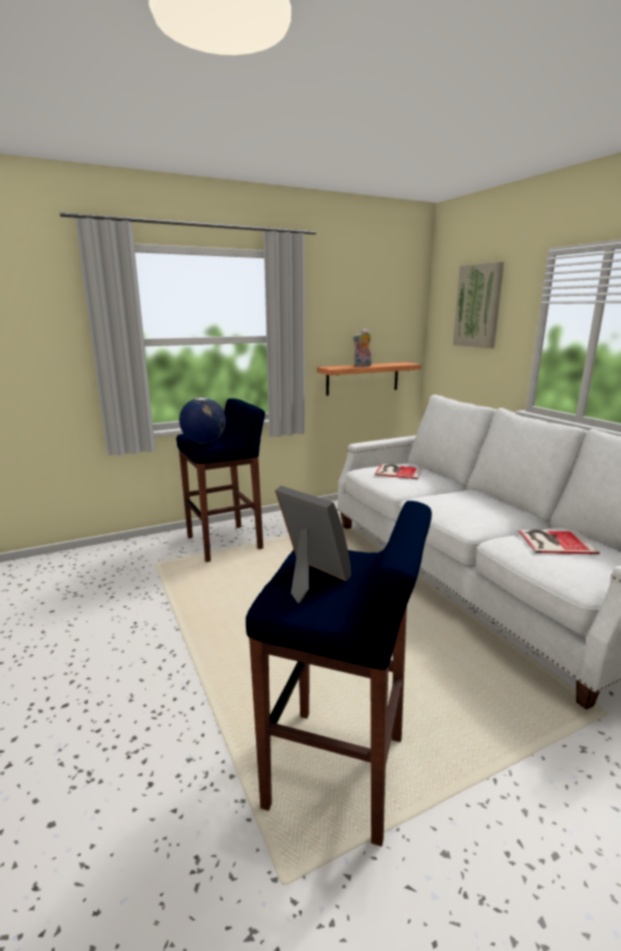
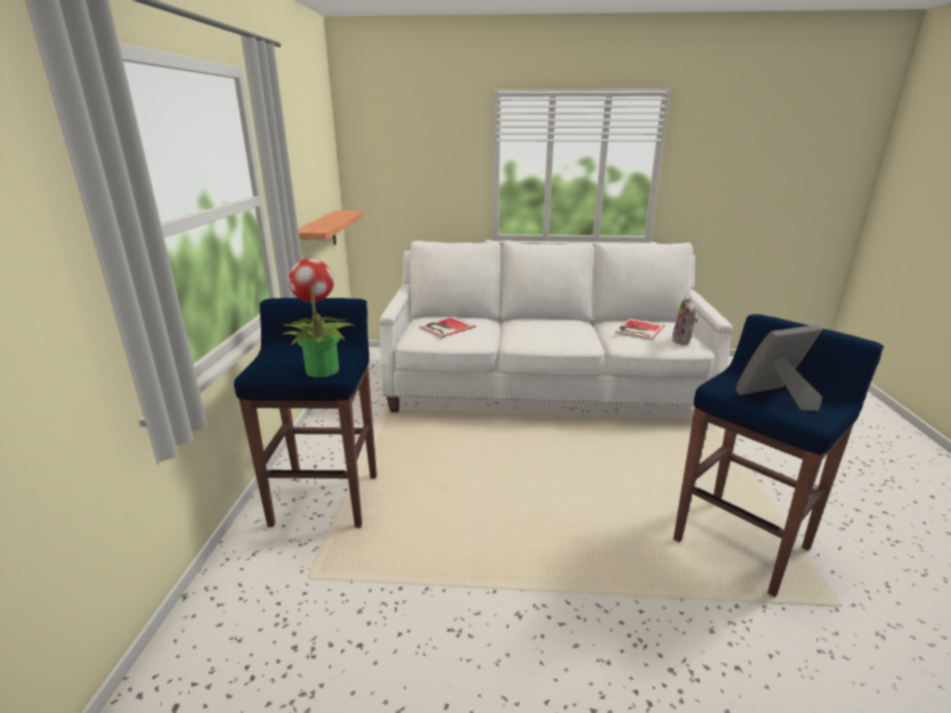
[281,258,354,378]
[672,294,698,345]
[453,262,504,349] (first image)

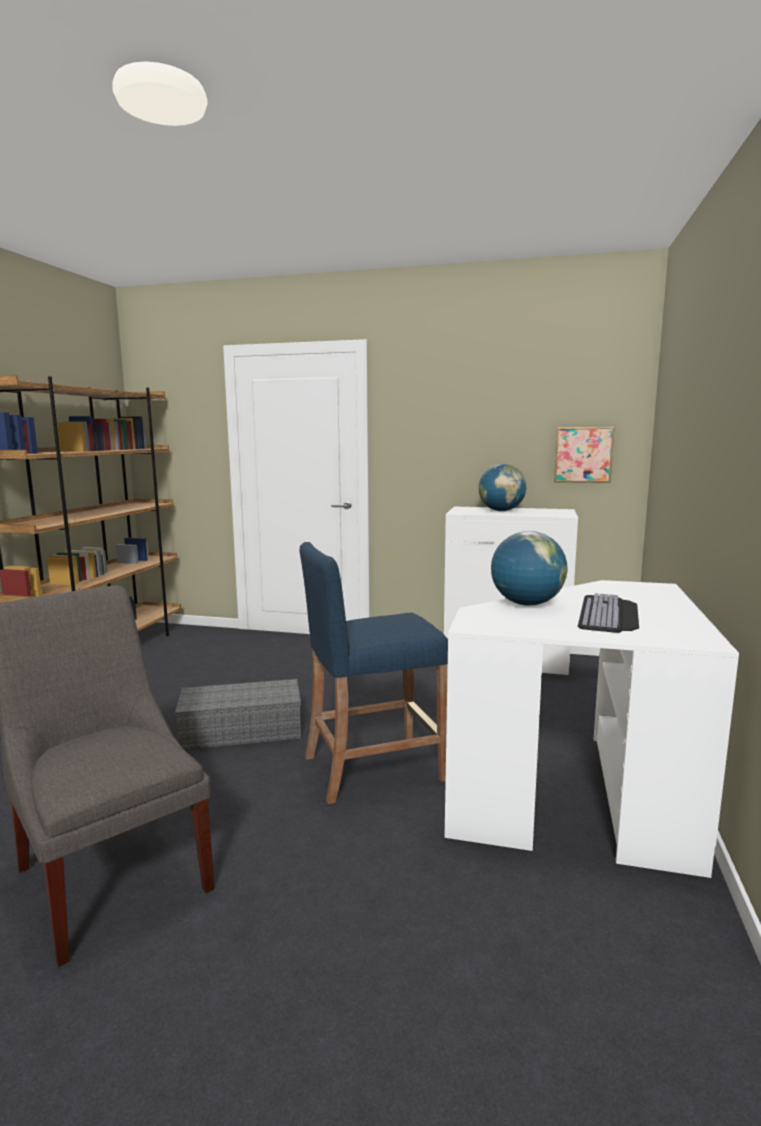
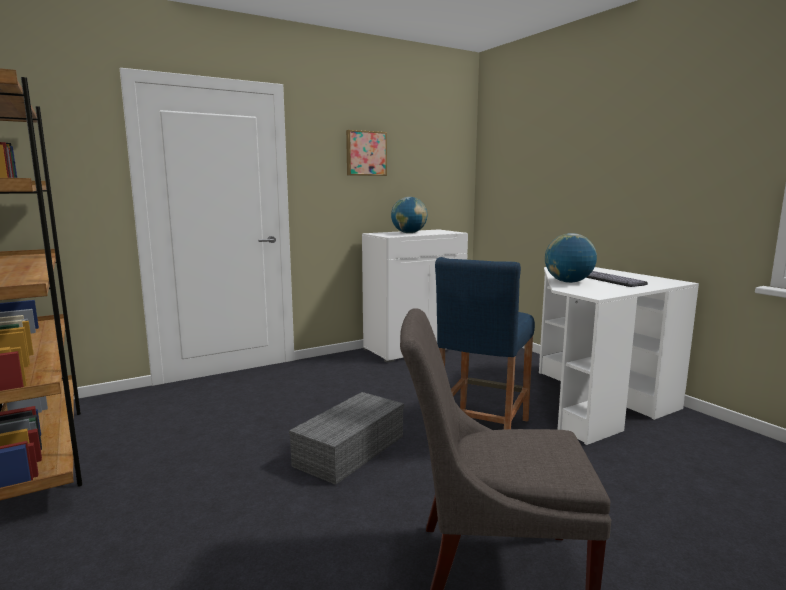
[346,130,387,176]

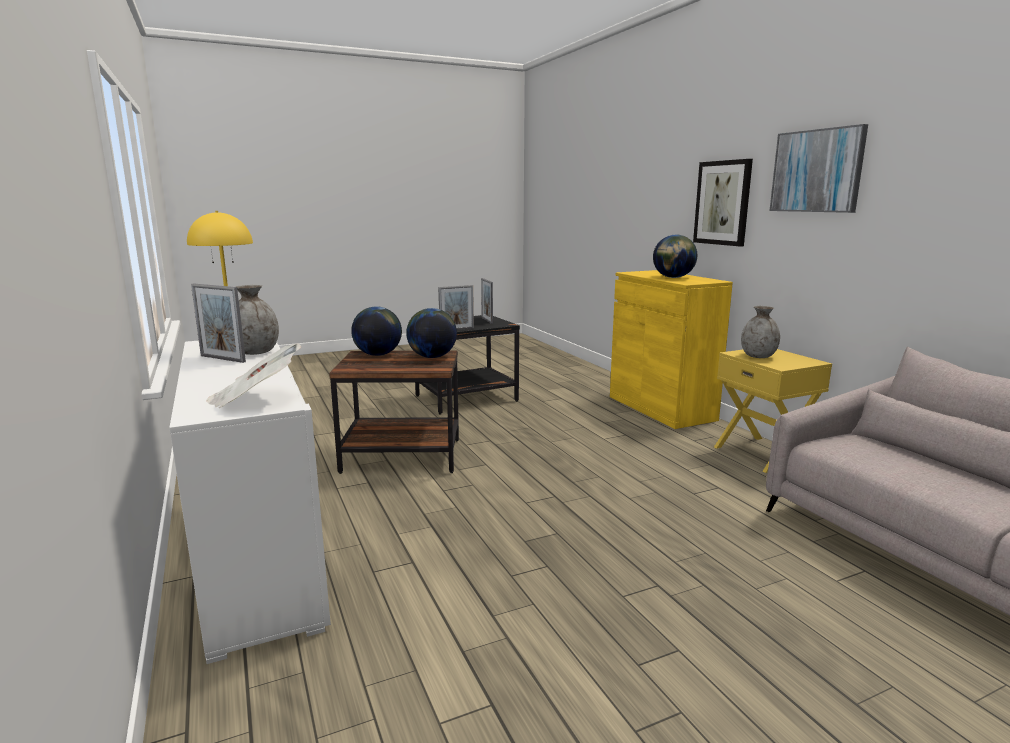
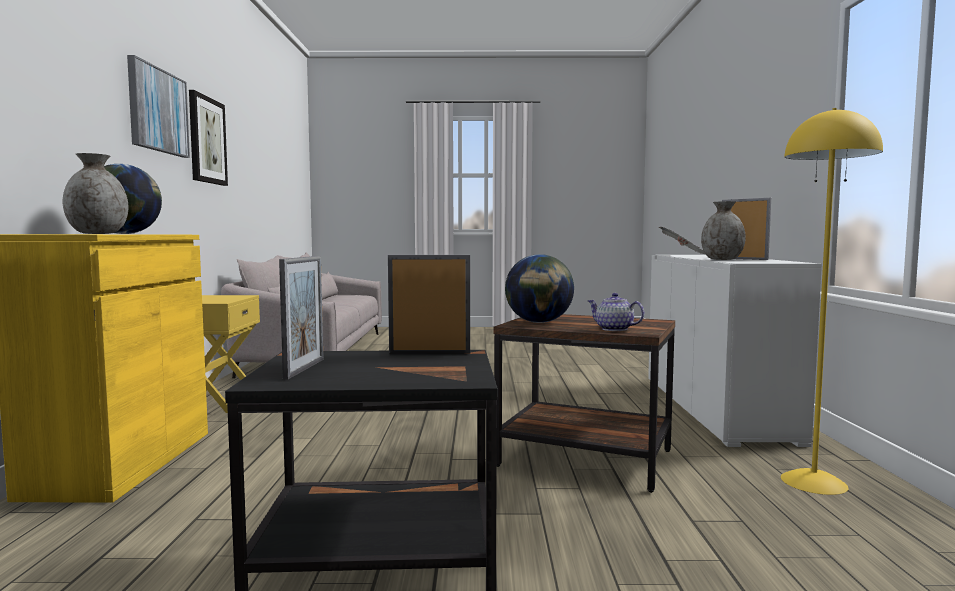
[63,153,128,234]
[189,90,228,186]
[588,293,645,331]

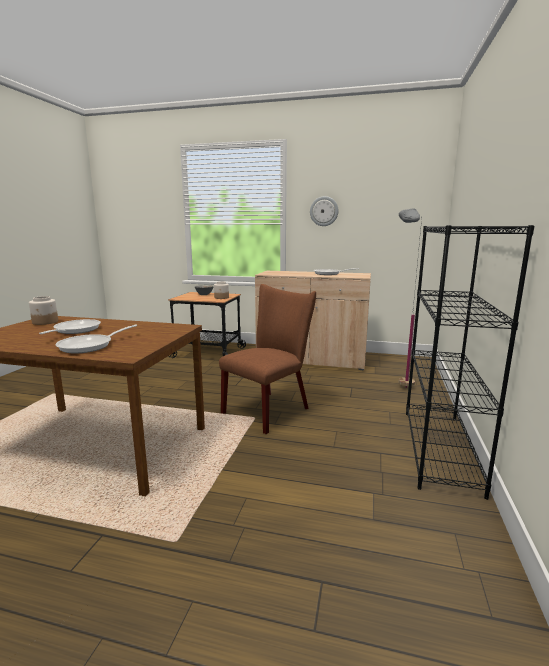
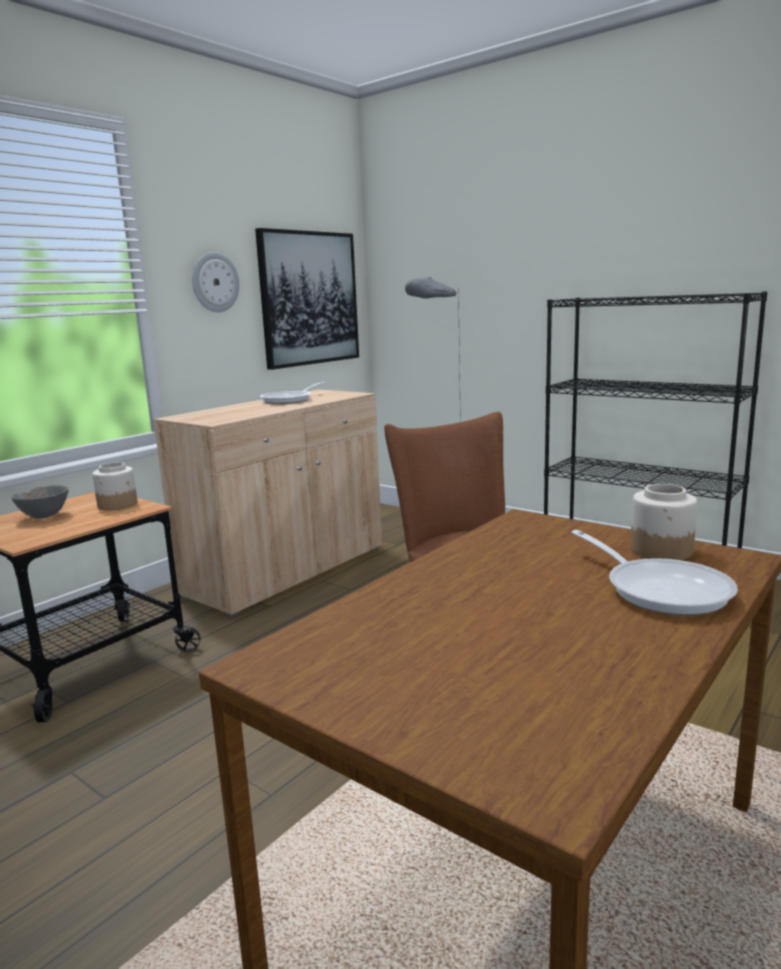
[255,228,359,370]
[630,484,697,560]
[39,319,101,334] (first image)

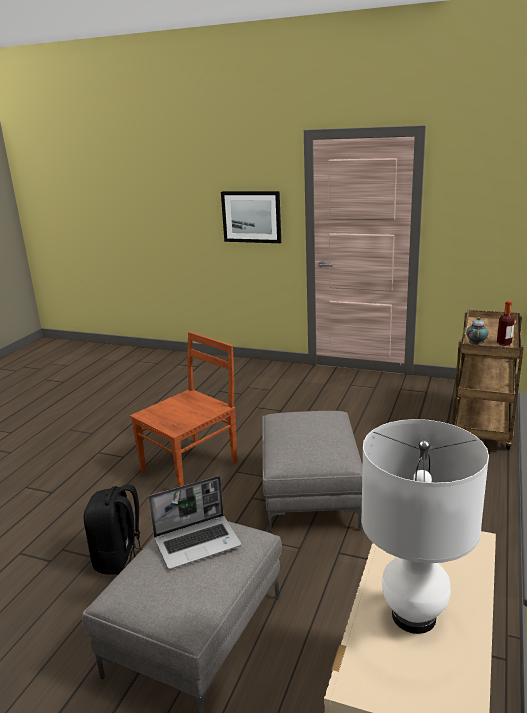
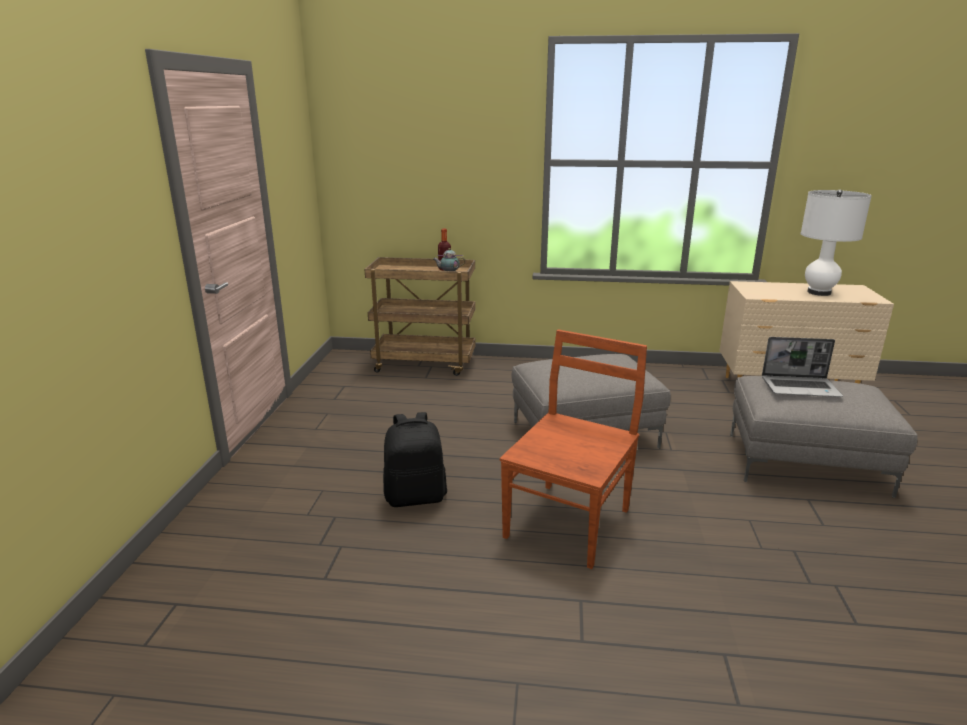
[383,412,447,507]
[500,329,647,569]
[762,337,843,397]
[221,191,281,243] (first image)

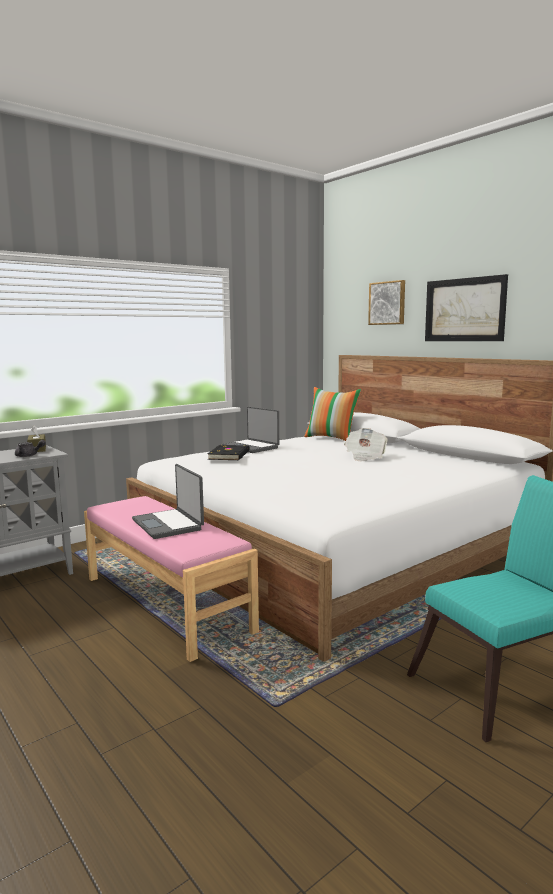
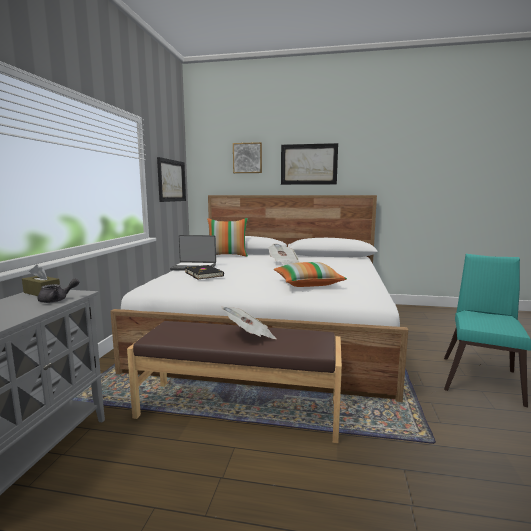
[127,321,342,443]
[157,157,186,202]
[222,307,277,339]
[274,262,347,287]

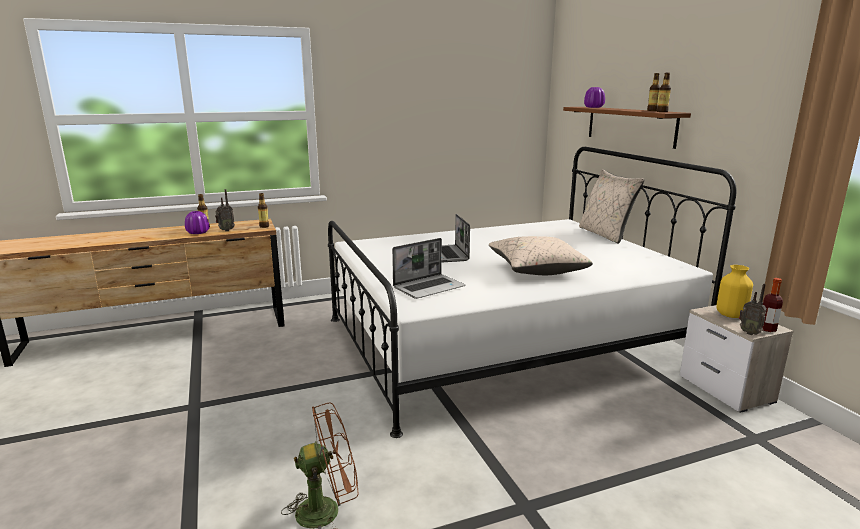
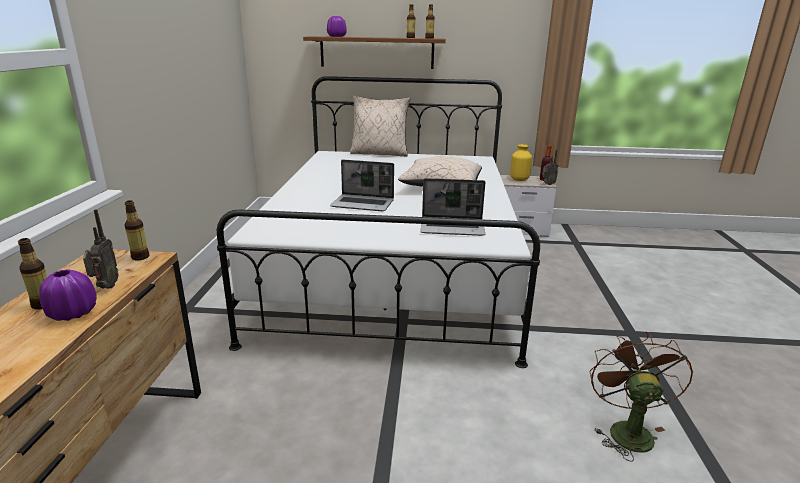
[420,178,485,236]

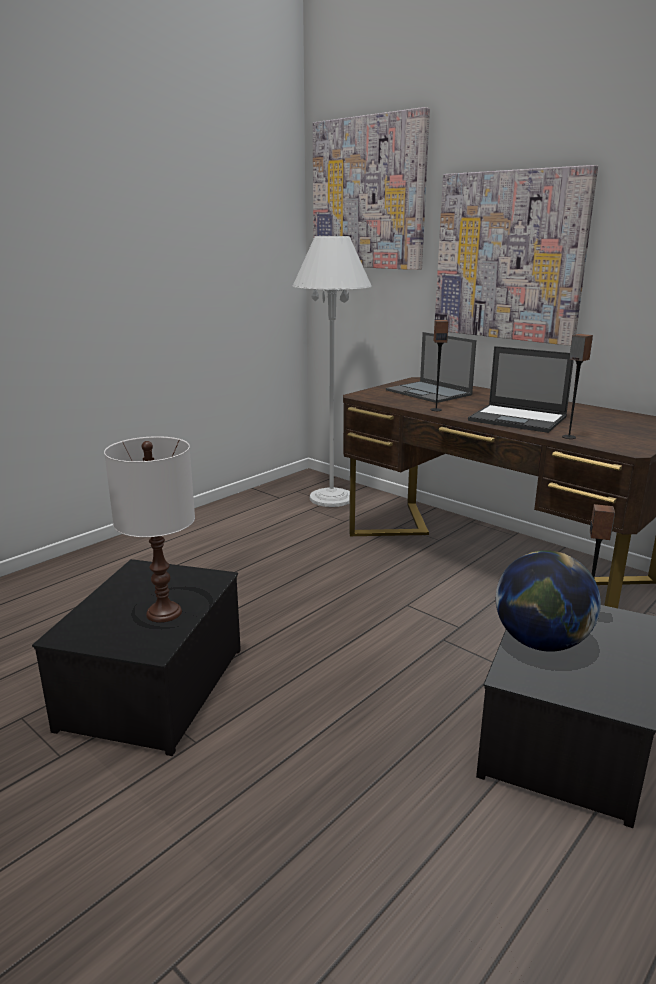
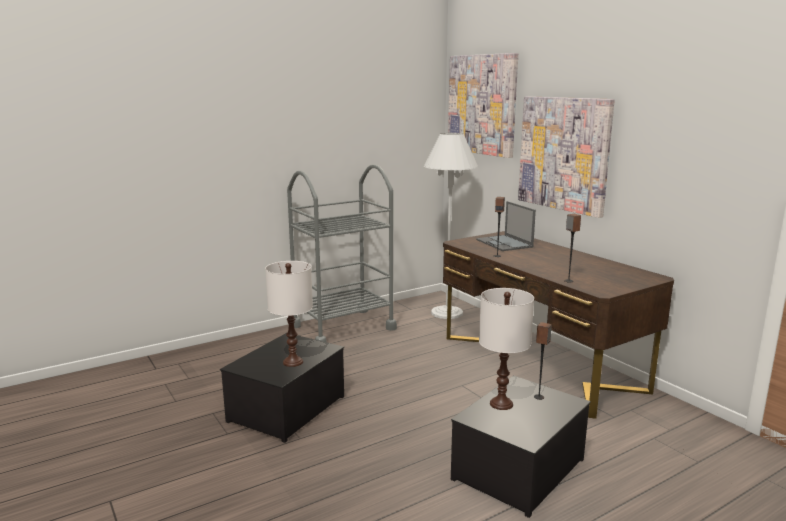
[287,164,397,342]
[479,288,534,410]
[468,346,574,433] (first image)

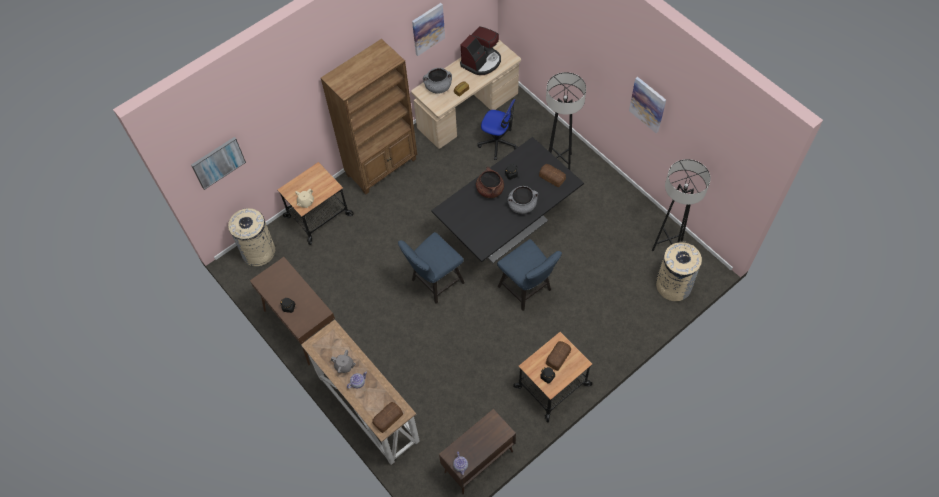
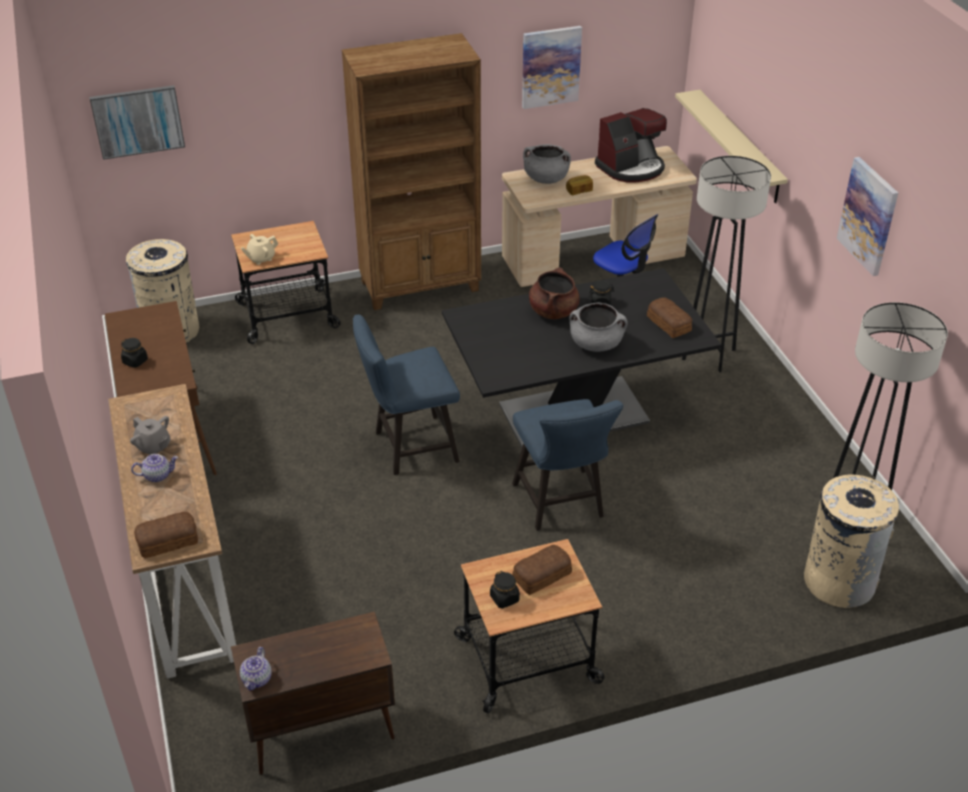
[675,90,788,203]

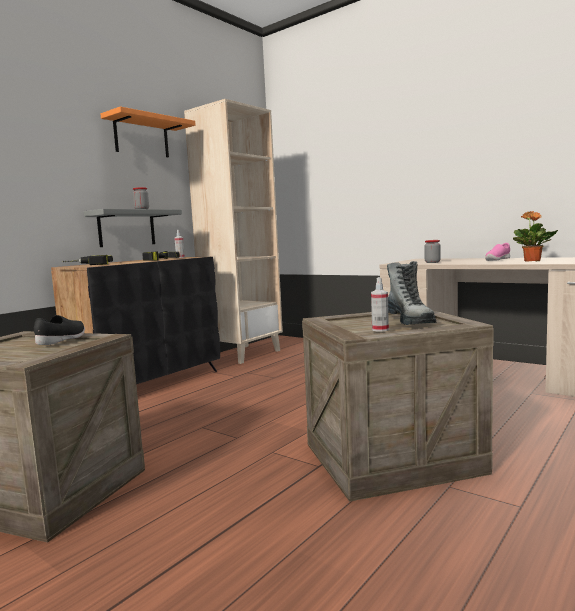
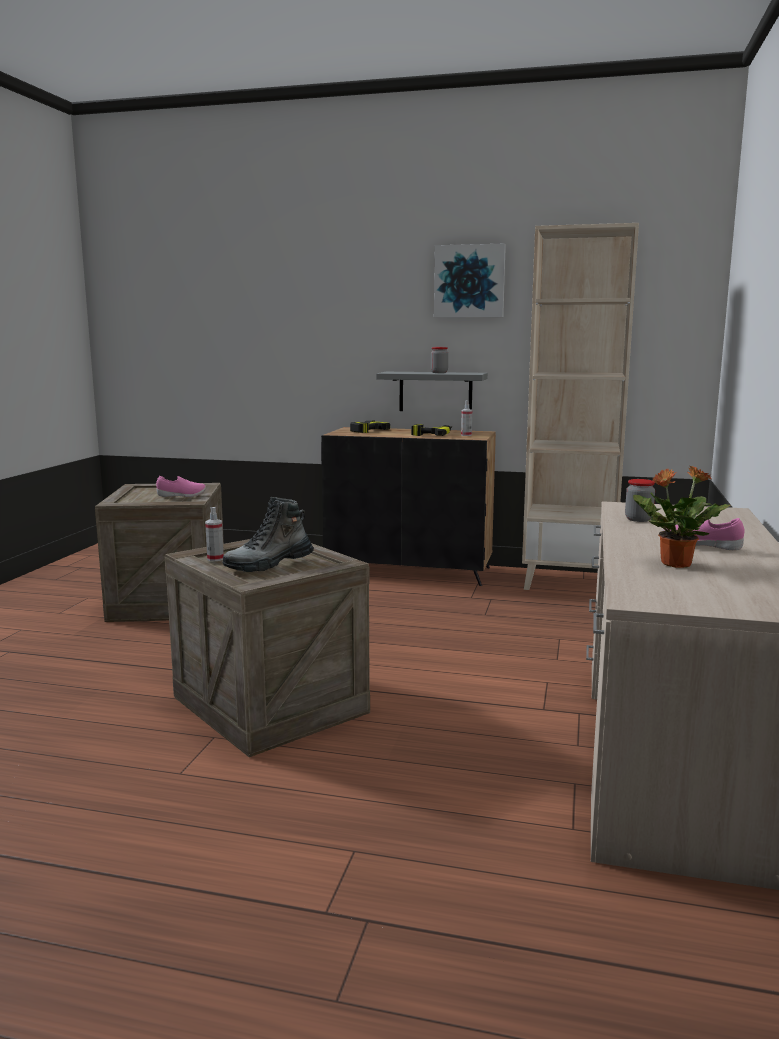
[156,476,206,497]
[434,243,506,318]

